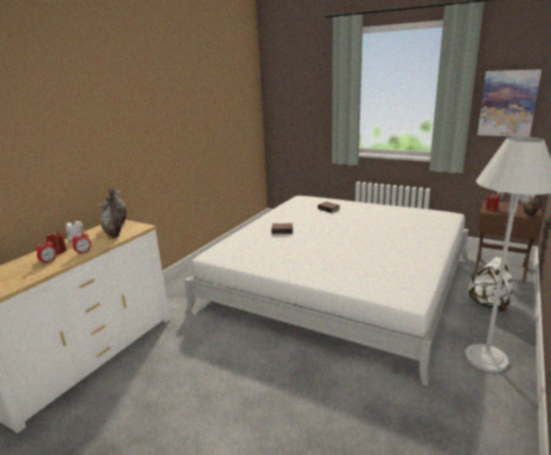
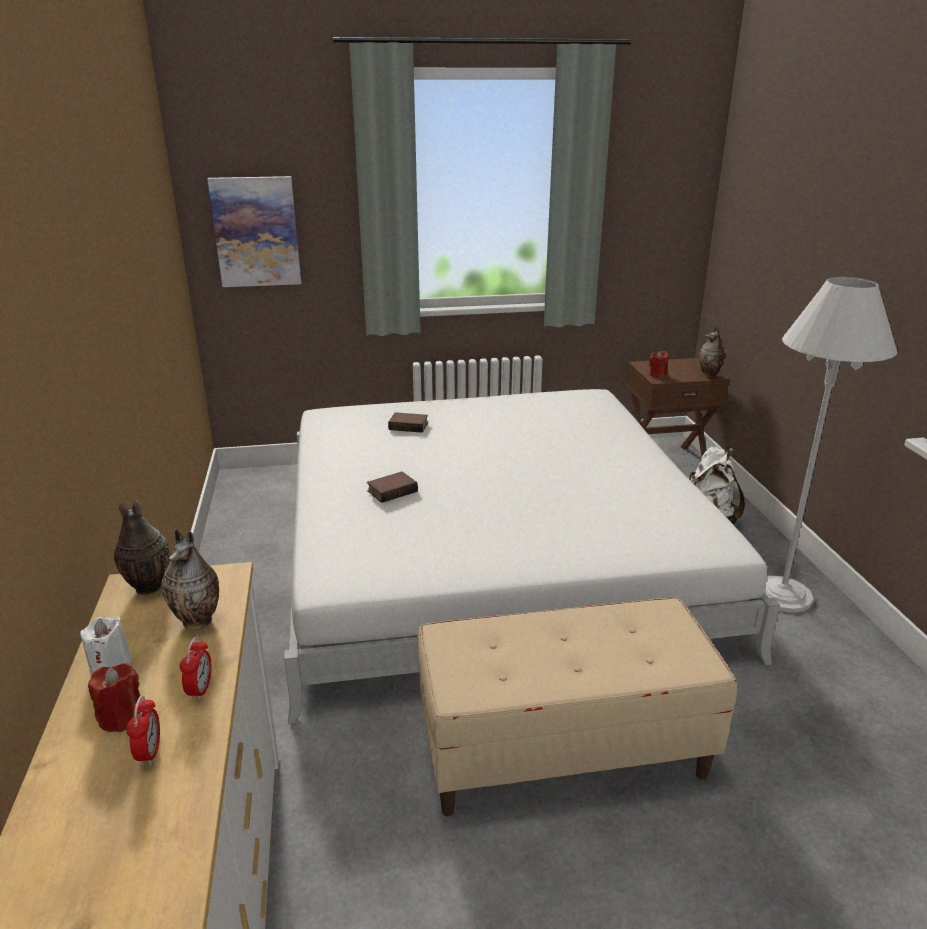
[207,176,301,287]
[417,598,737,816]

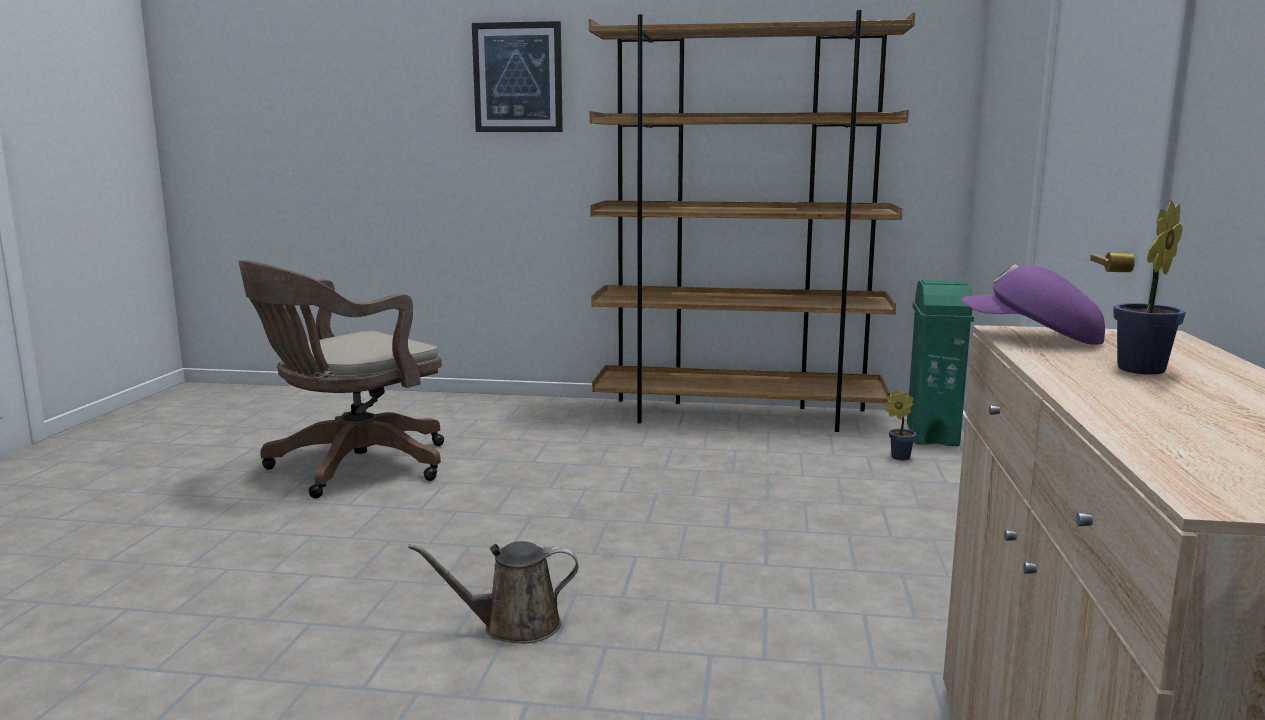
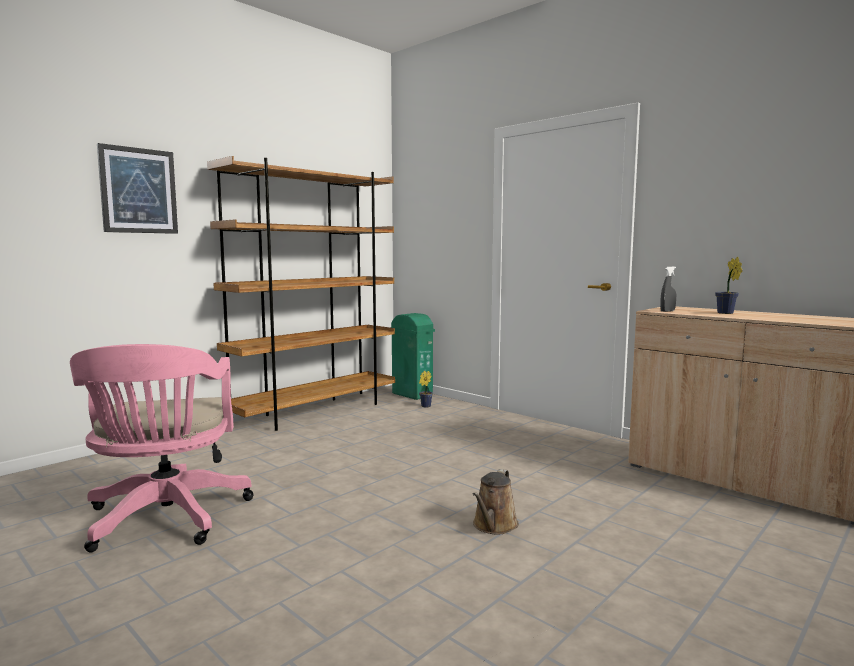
[70,344,254,552]
[660,266,676,312]

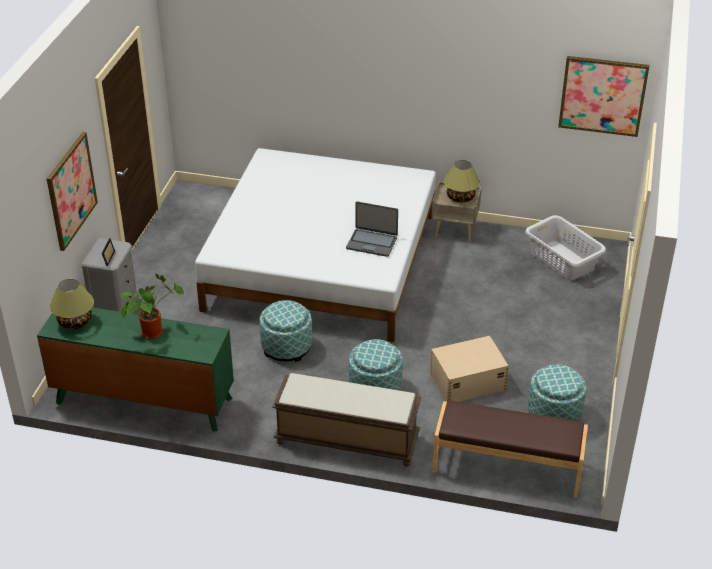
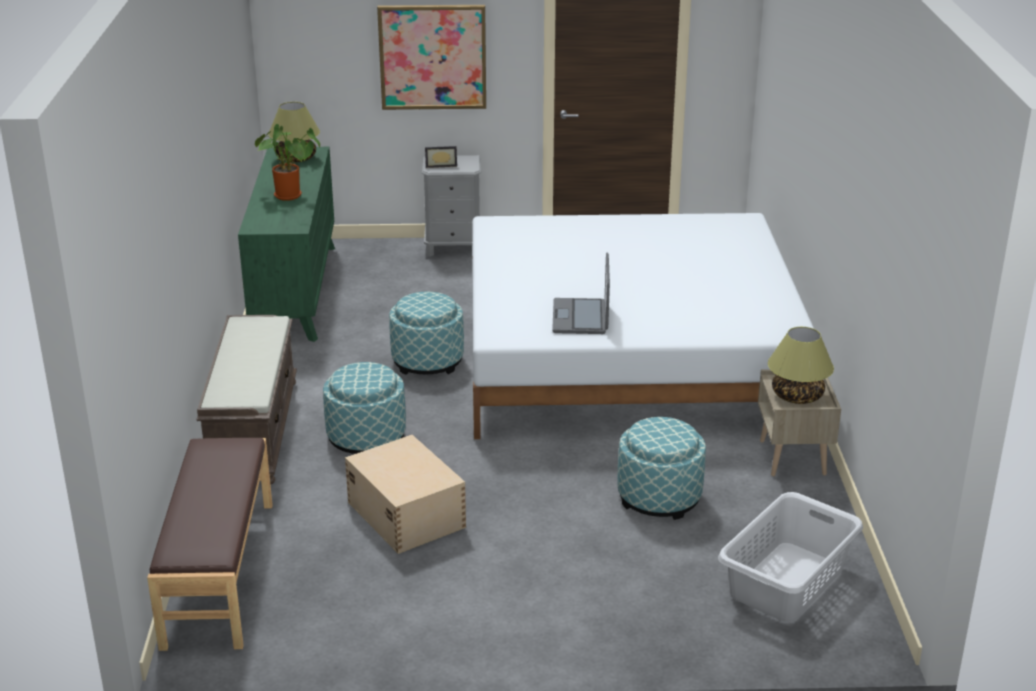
[618,417,706,520]
[558,56,650,137] (first image)

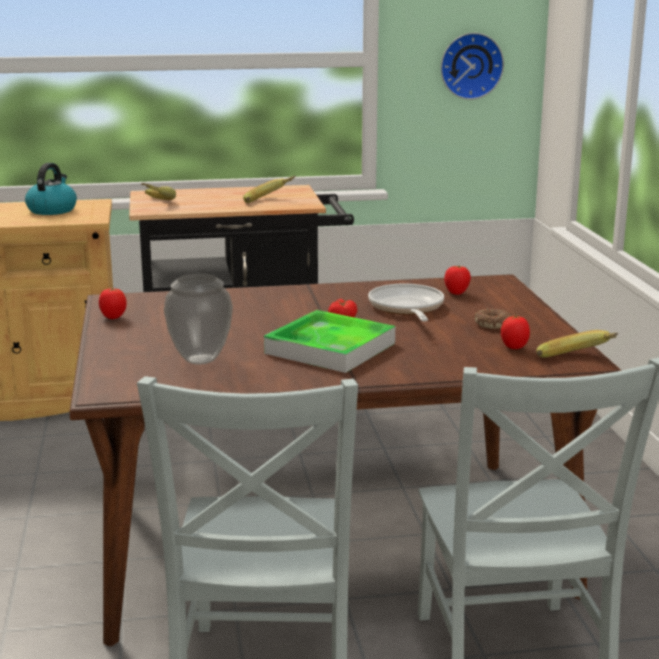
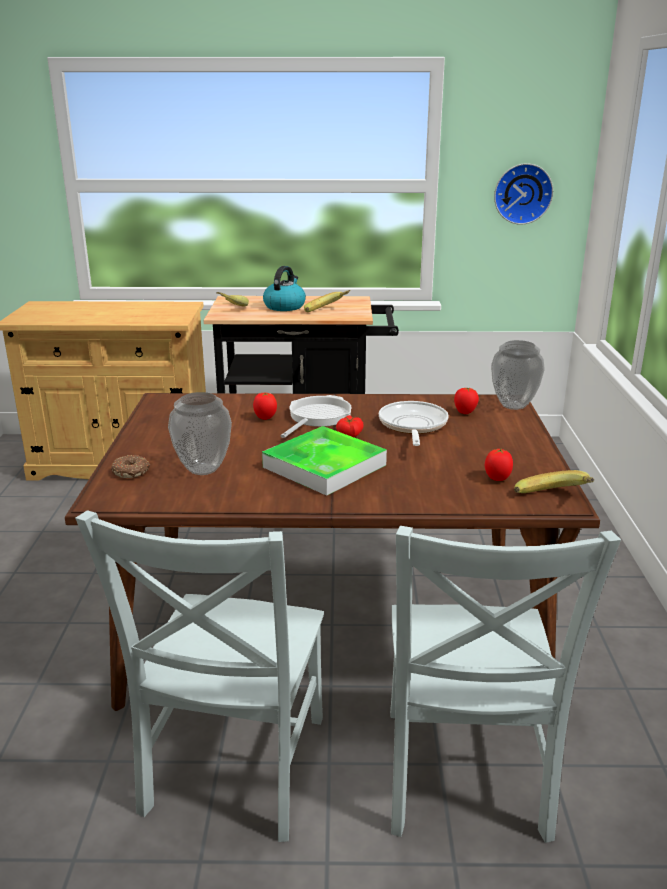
[111,455,150,478]
[253,393,277,420]
[263,266,306,311]
[281,395,352,438]
[491,340,545,410]

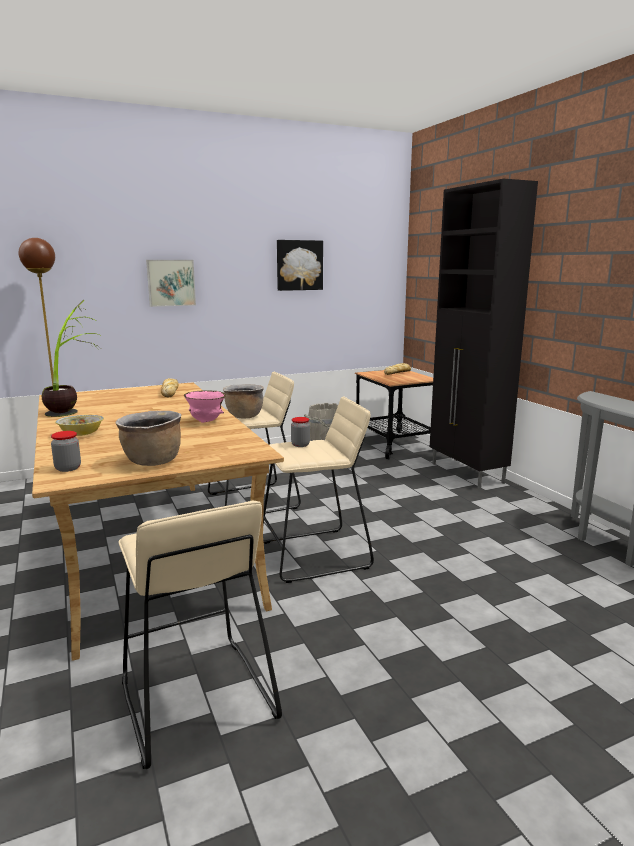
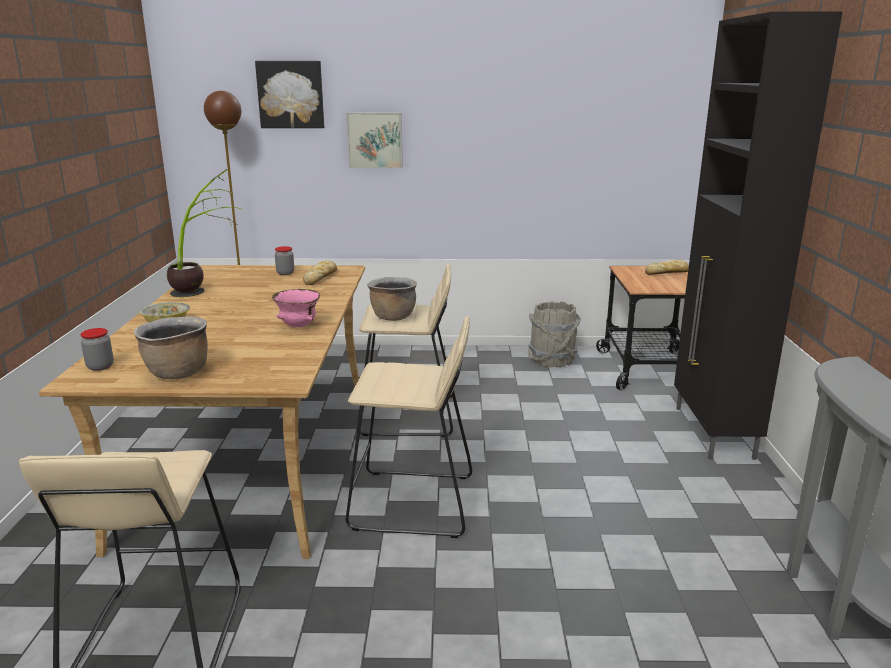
[255,61,324,128]
[275,246,294,275]

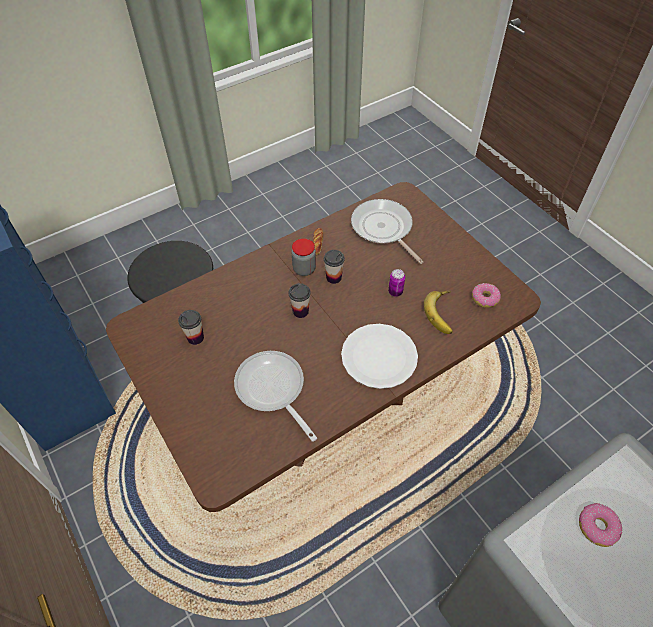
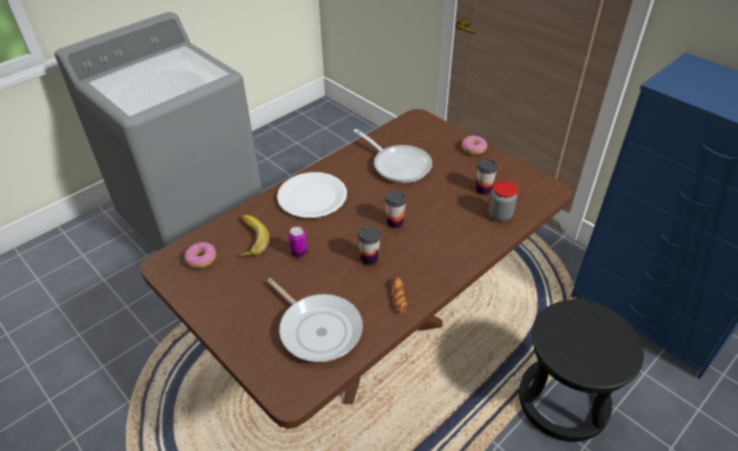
[462,136,487,155]
[489,181,518,222]

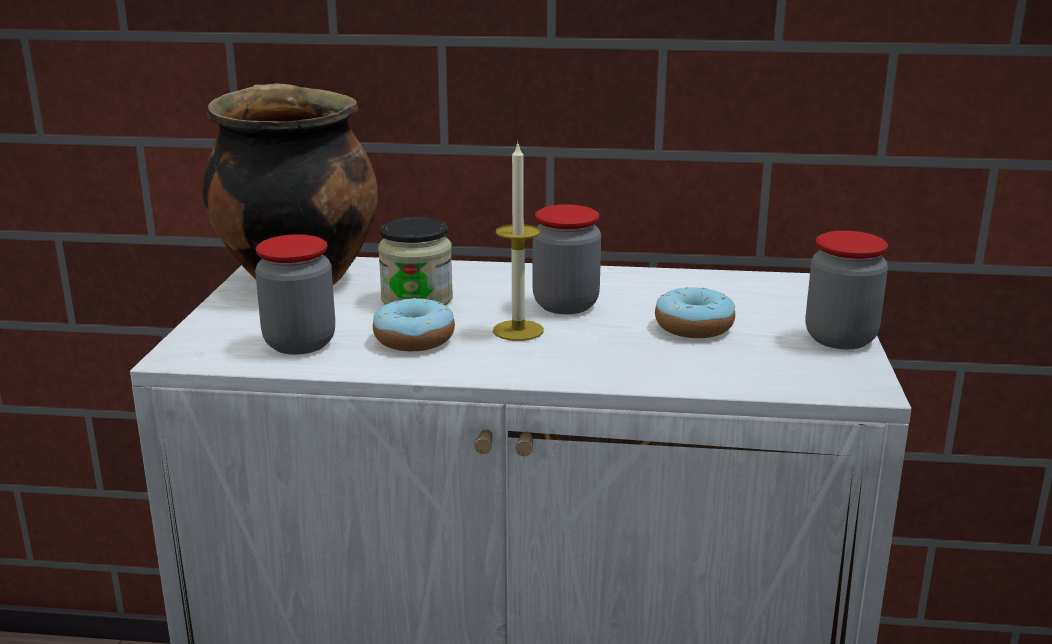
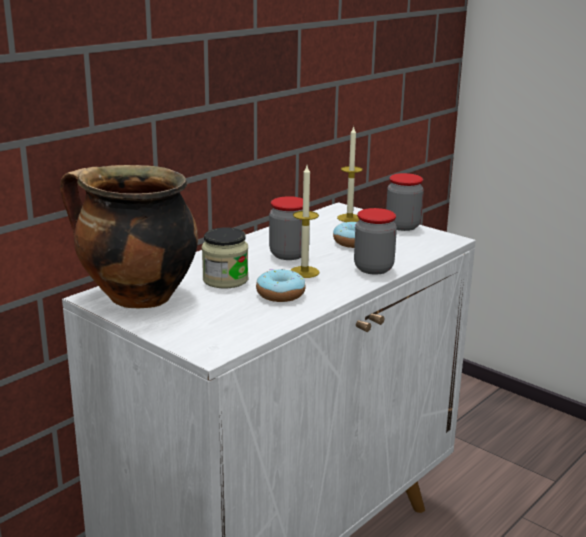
[337,127,363,222]
[354,208,397,275]

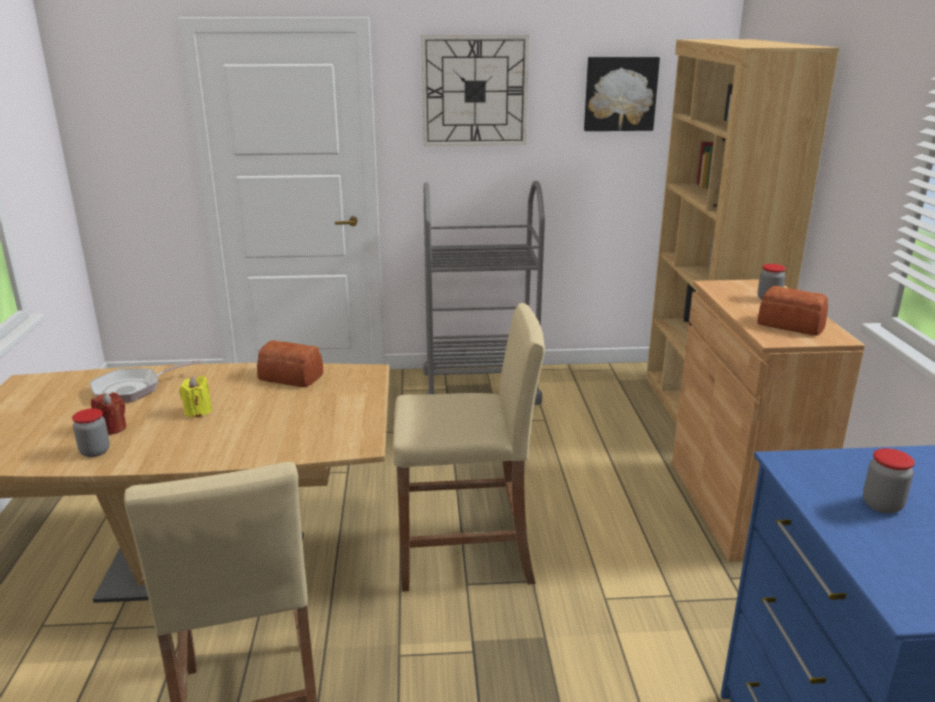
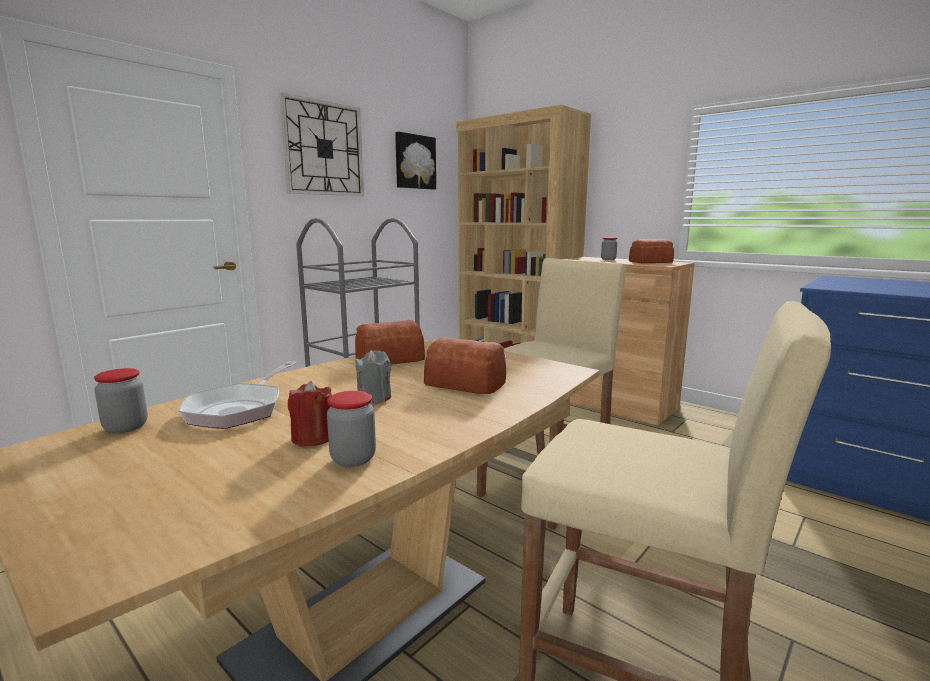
[94,368,147,433]
[355,350,391,404]
[424,337,506,394]

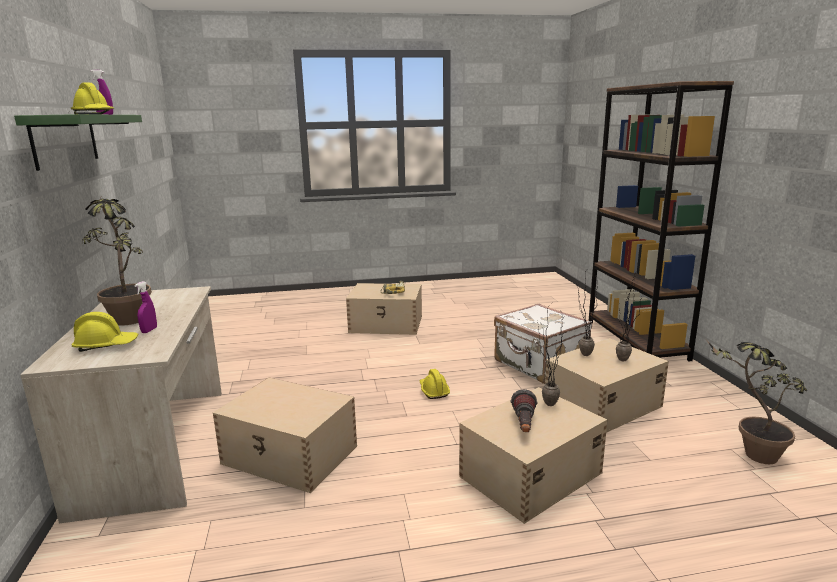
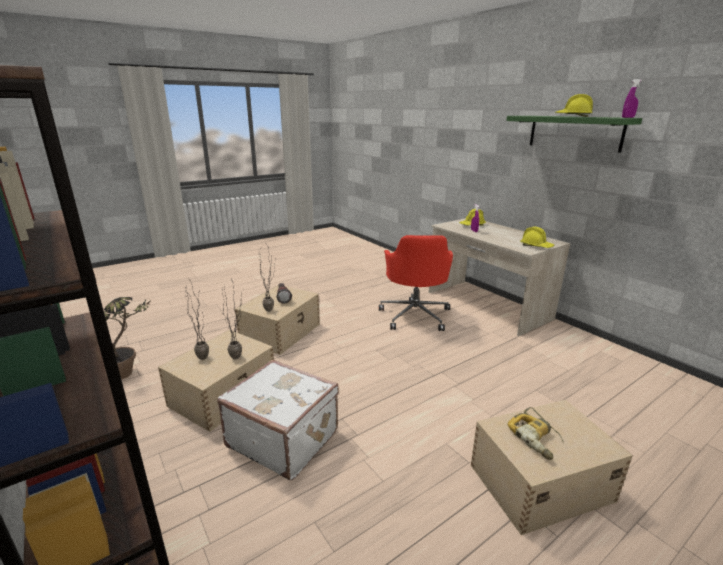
[379,235,453,331]
[520,227,555,248]
[82,198,152,325] (first image)

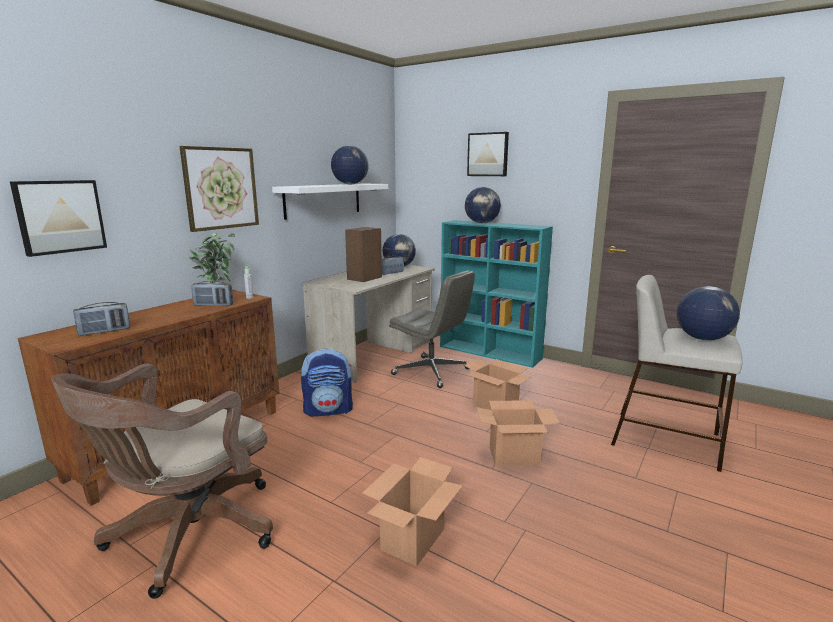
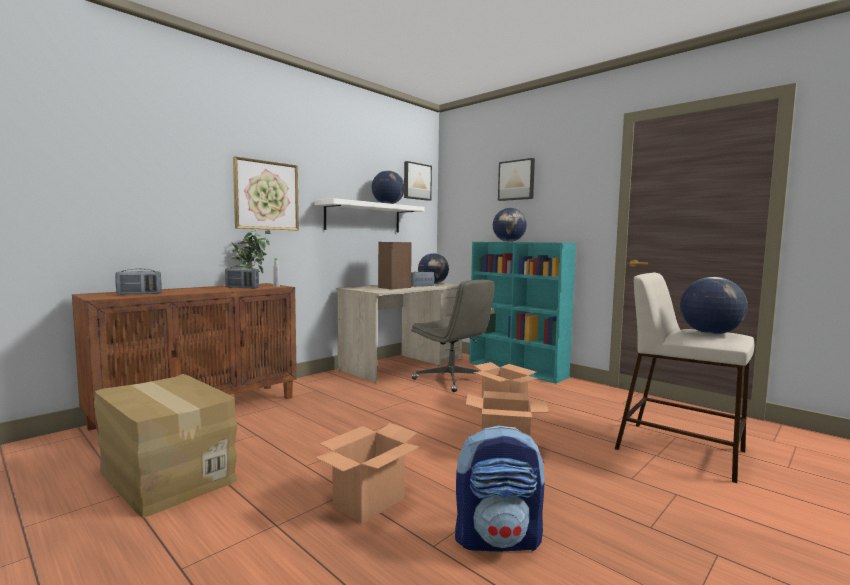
[94,374,237,518]
[404,161,432,201]
[455,425,545,551]

